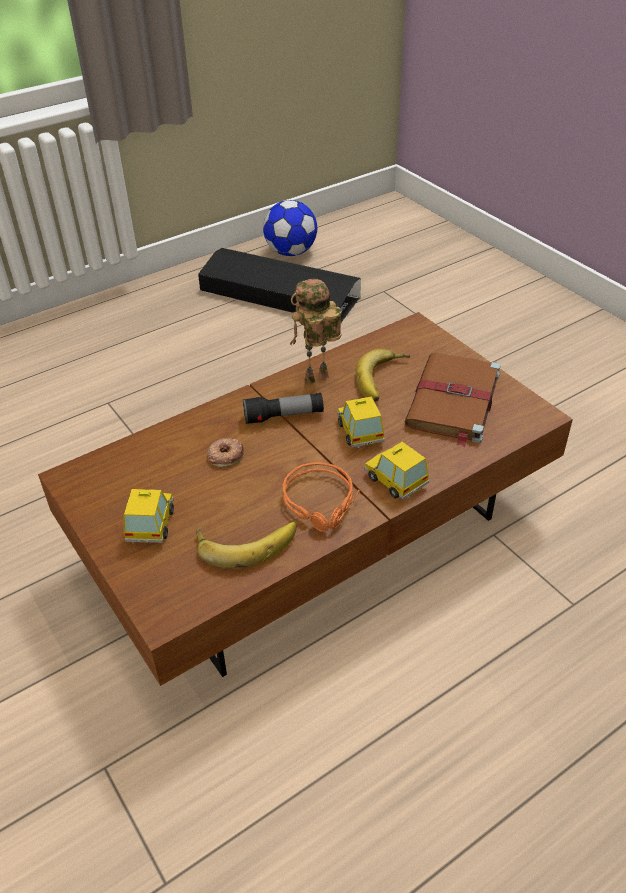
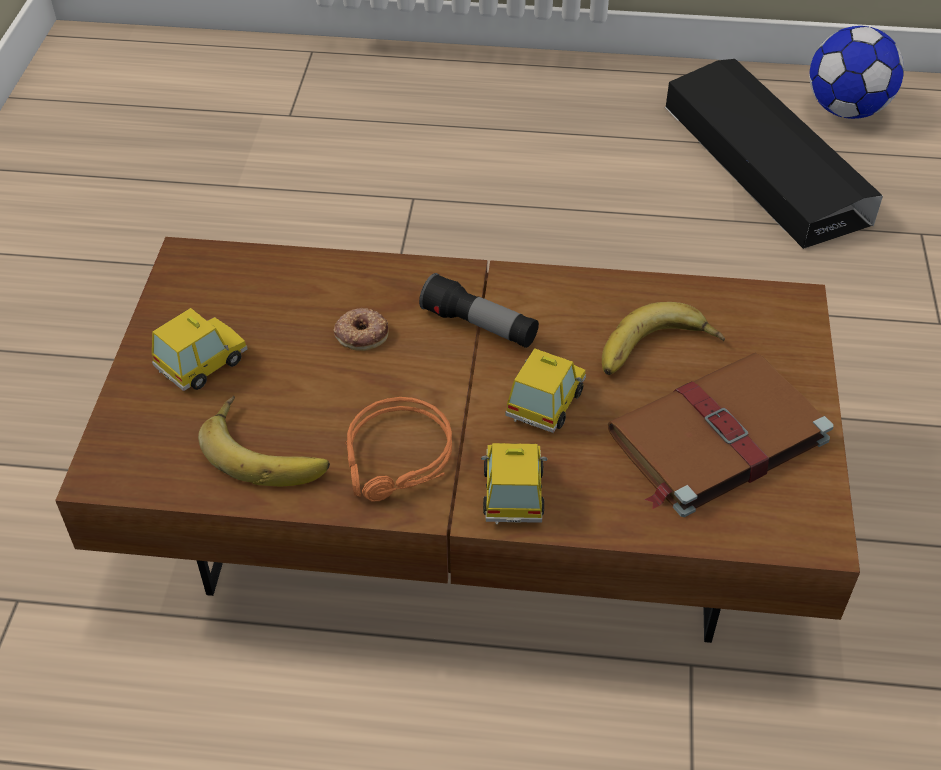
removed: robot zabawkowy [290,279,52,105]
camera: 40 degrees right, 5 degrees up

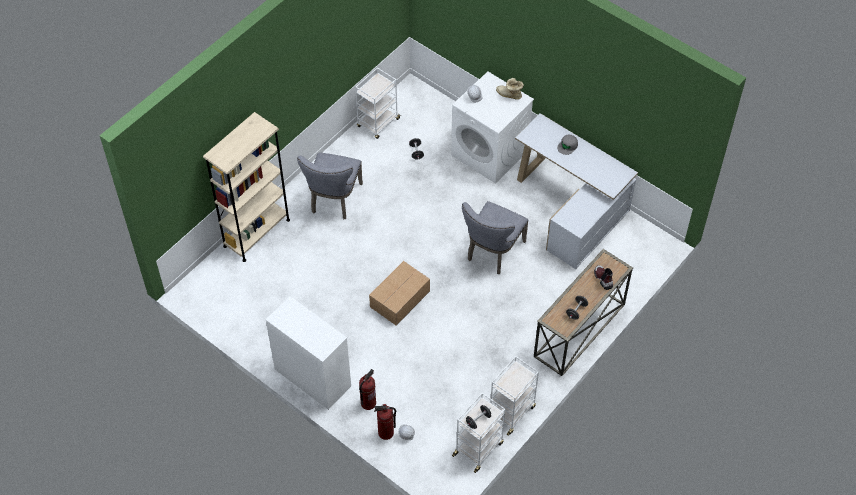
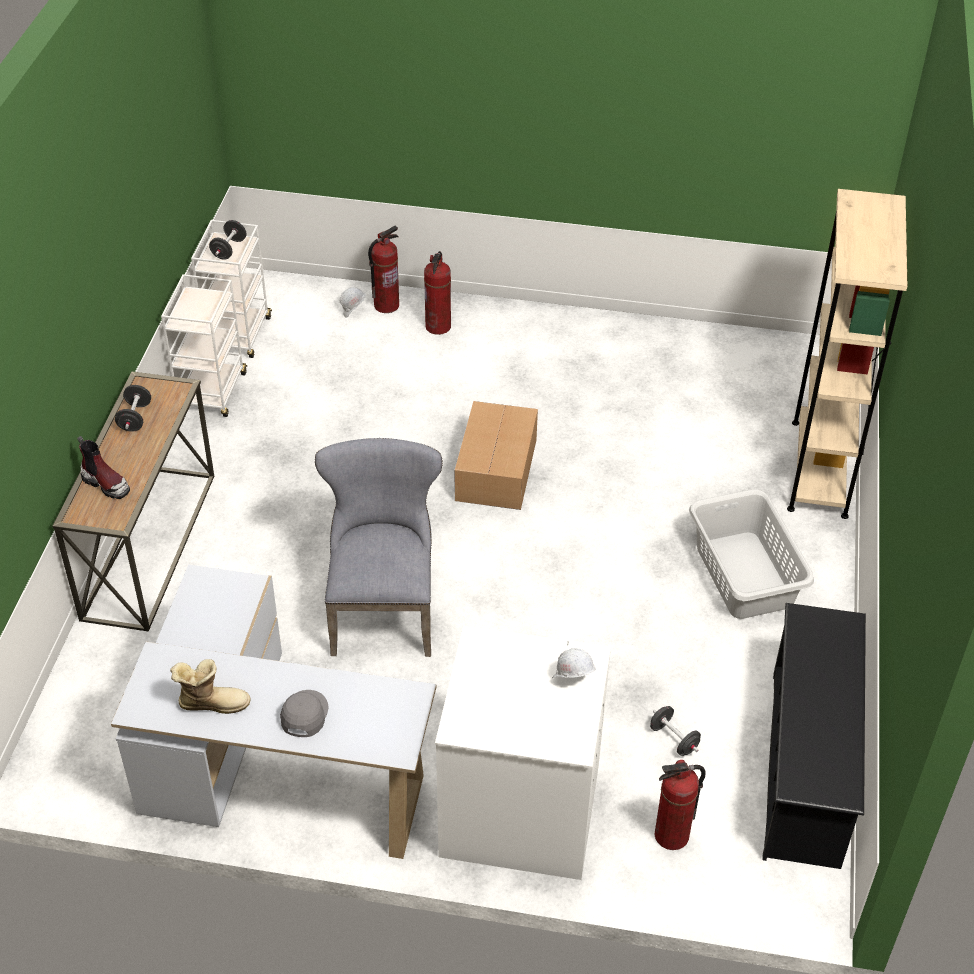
removed: komoda (biały) [266,296,85,114]
added: gaśnica [654,760,52,90]
moved: but z cholewką [496,78,28,22] to [170,659,80,55]
replaced: krzesło (szary) [297,152,66,67] to kosz na pranie (szary) [689,489,125,130]; wózek (biały) [355,67,46,72] to regał na buty (czarny) [762,603,104,266]
camera: 150 degrees right, 10 degrees down

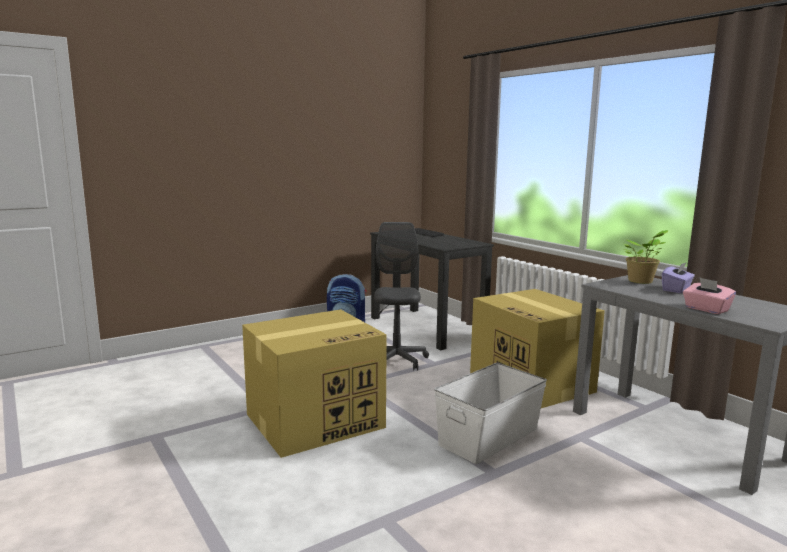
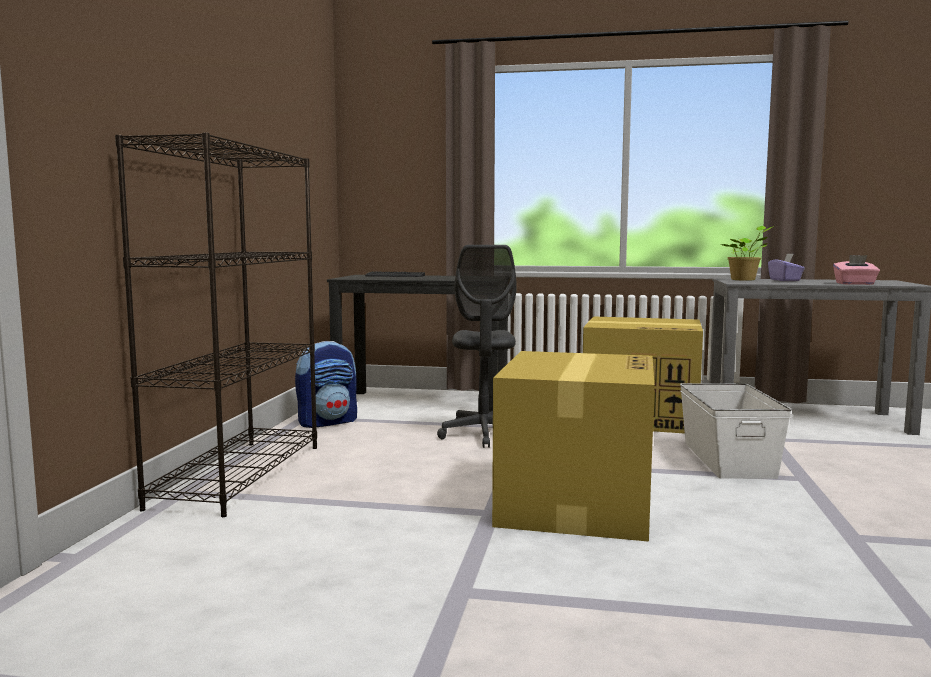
added: regał (czarny) [115,132,202,385]
turned: krzesło biurowe (szary) [374,222,55,148] = [437,245,80,203] 135 degrees counterclockwise
camera: 45 degrees left, 5 degrees down

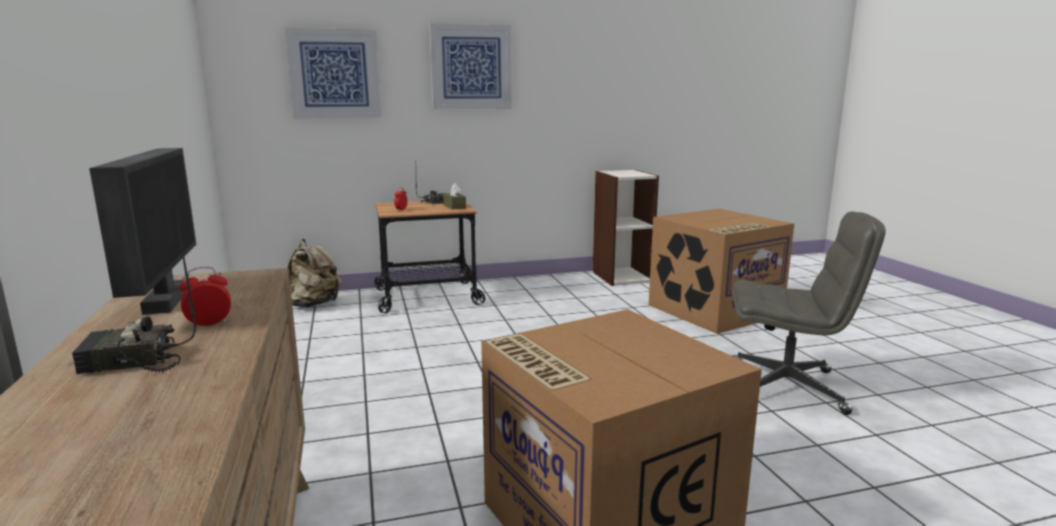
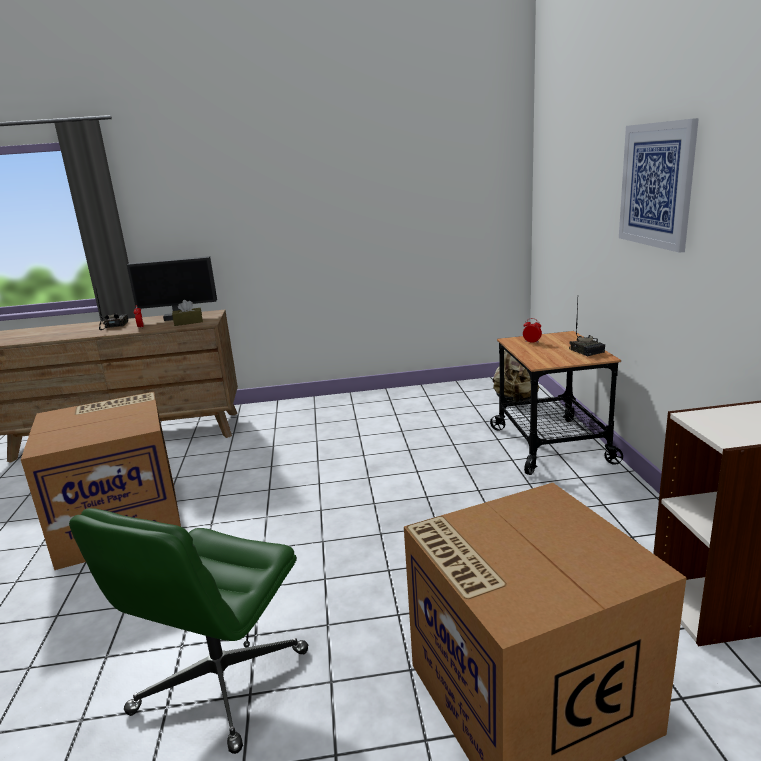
removed: obraz [285,28,96,90]
moved: pudełko chusteczek (brązowy) [443,184,23,26] to [172,300,31,26]
recoloured: krzesło biurowe (szary) [732,211,154,204] to krzesło biurowe (zielony) [69,508,239,246]
camera: 100 degrees right, 5 degrees up

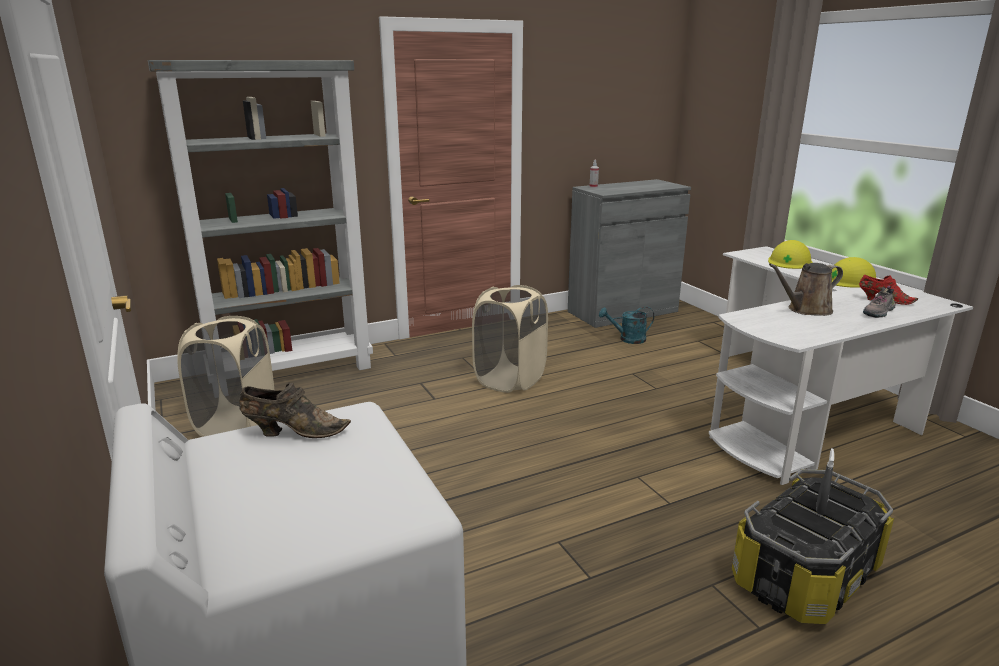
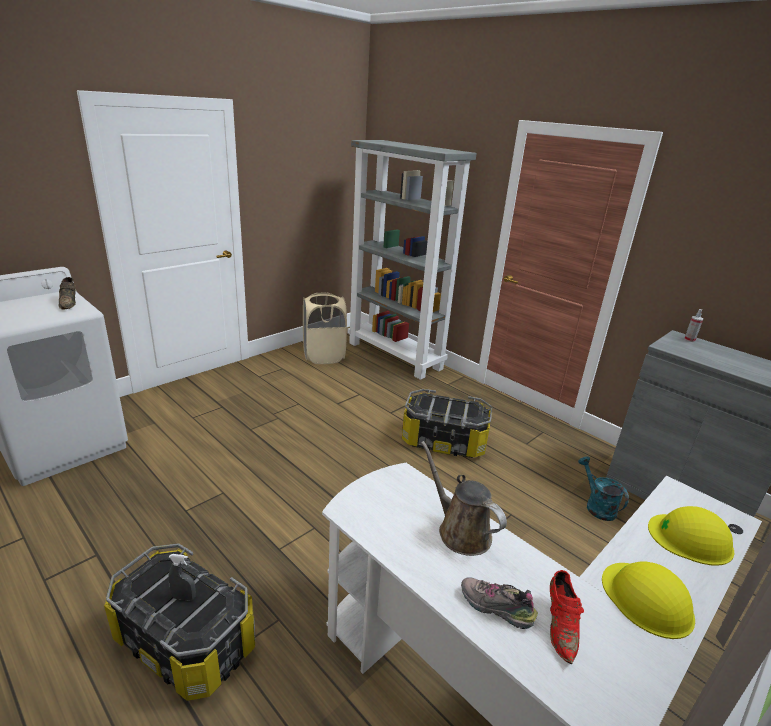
replaced: kosz na pranie (beżowy) [472,285,76,108] to pojemnik do przechowywania [402,389,90,69]
camera: 70 degrees right, 5 degrees up

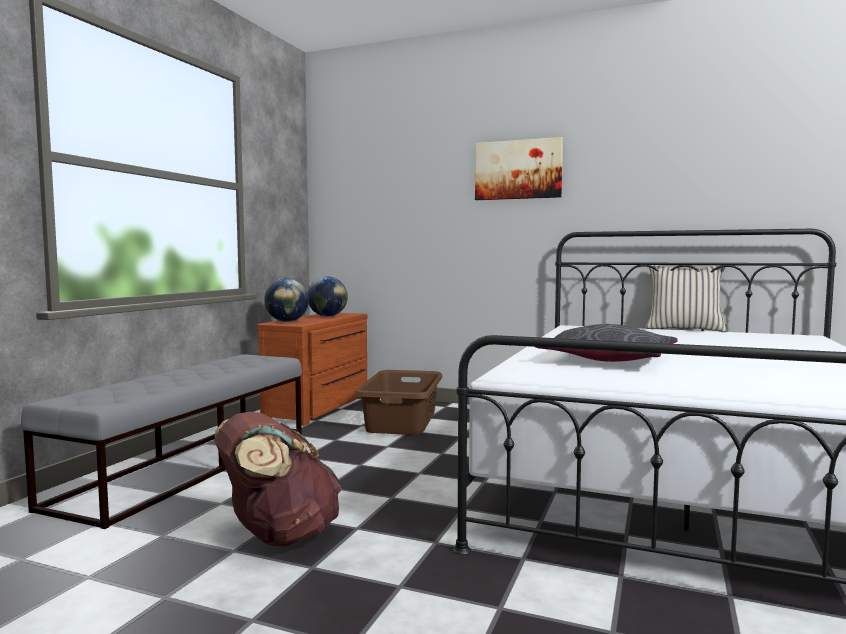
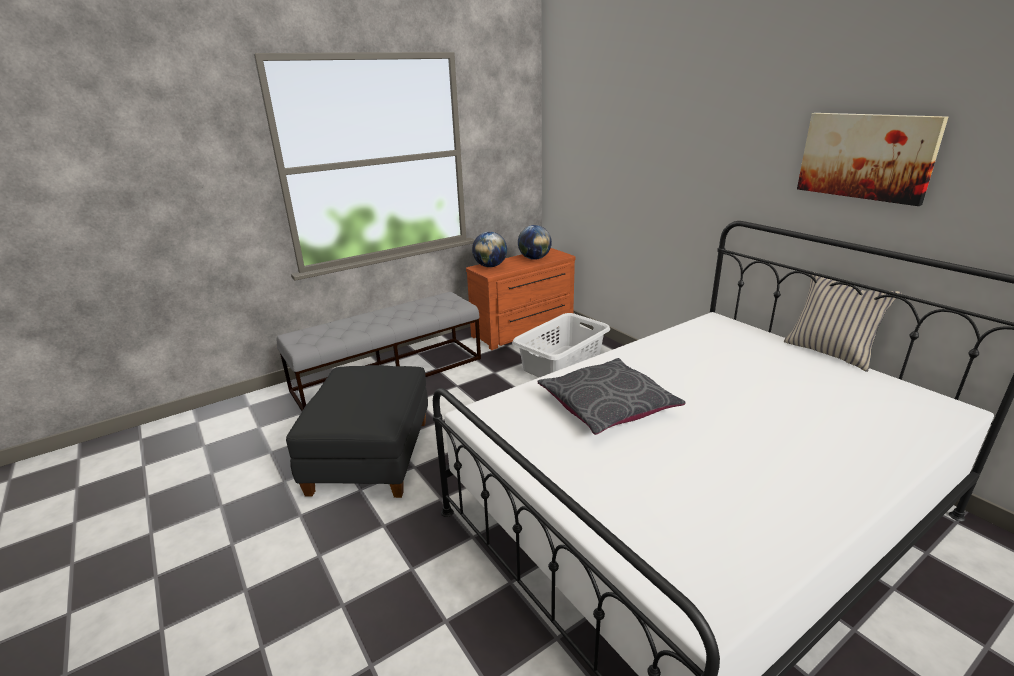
moved: obraz [475,137,88,63] to [797,113,151,93]
replaced: plecak (brązowy) [215,412,127,134] to pufa (czarny) [286,365,142,133]
recoloured: kosz na pranie (brązowy) [355,370,87,65] to kosz na pranie (szary) [512,313,98,64]
camera: 35 degrees right, 20 degrees up

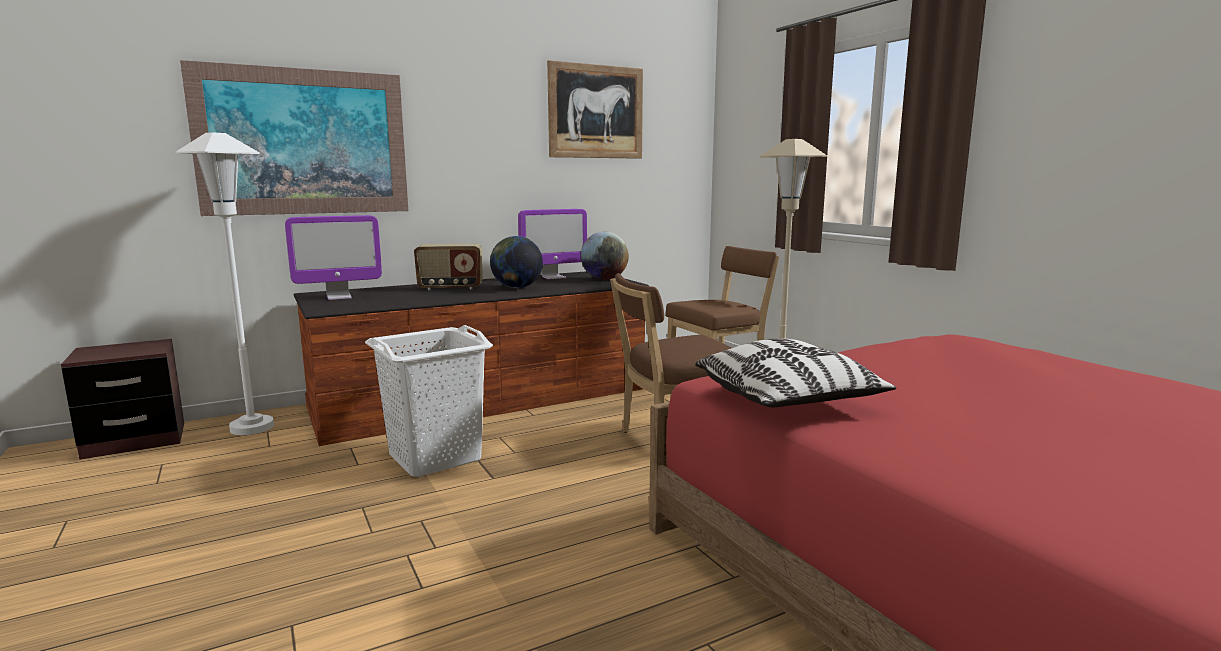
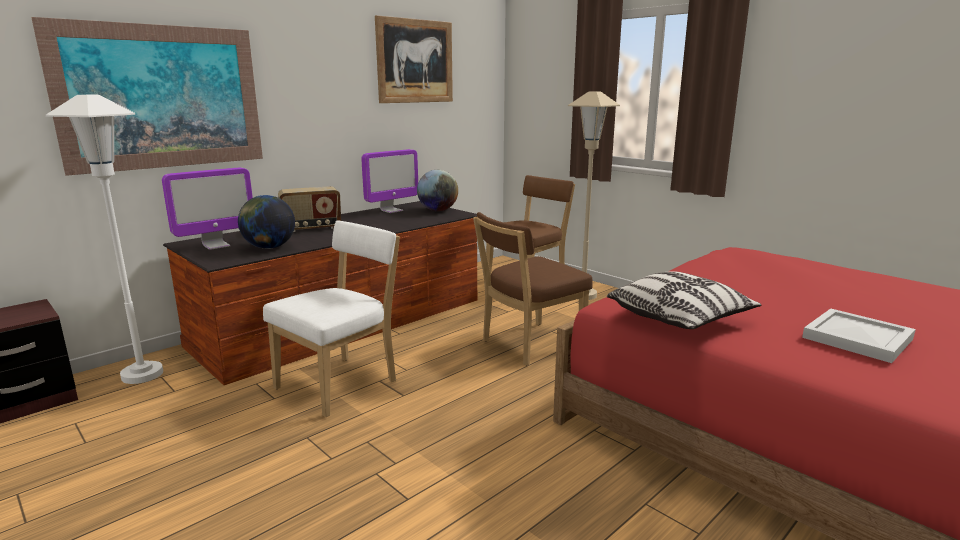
added: taca (biały) [802,309,114,54]
moved: globus [490,236,53,52] to [238,195,57,54]
replaced: kosz na pranie (biały) [365,325,128,152] to krzesło (biały) [263,221,137,196]
camera: 15 degrees left, 5 degrees up

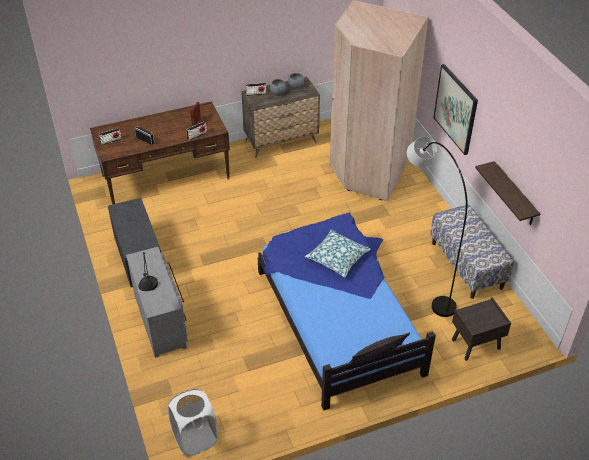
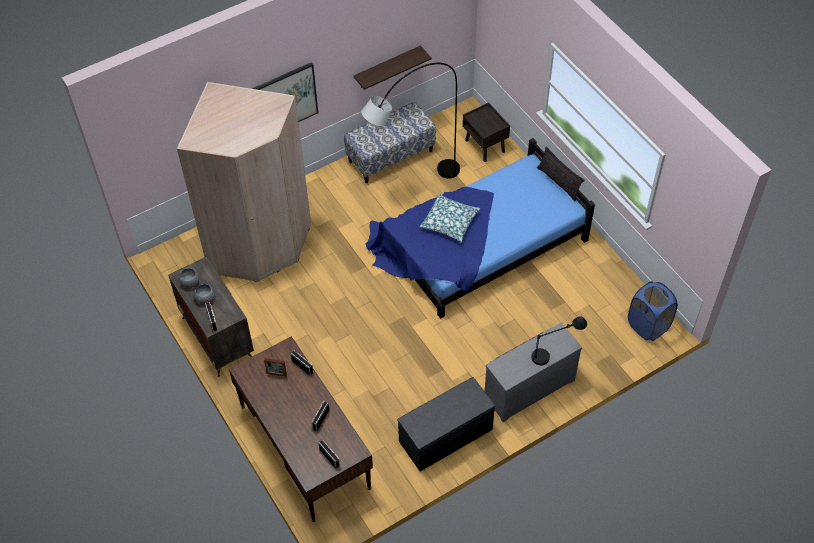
recoloured: kosz na pranie (biały) [167,389,51,67] to kosz na pranie (niebieski) [628,281,50,60]
camera: 100 degrees left, 10 degrees up

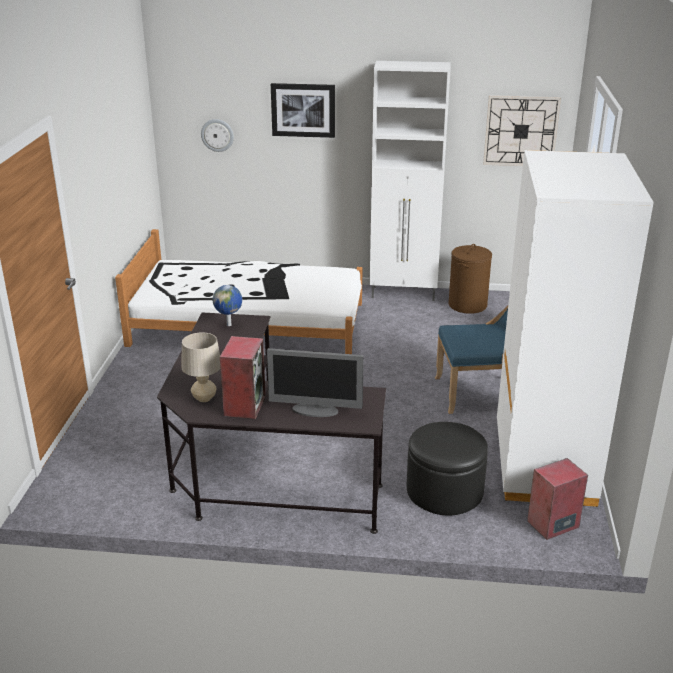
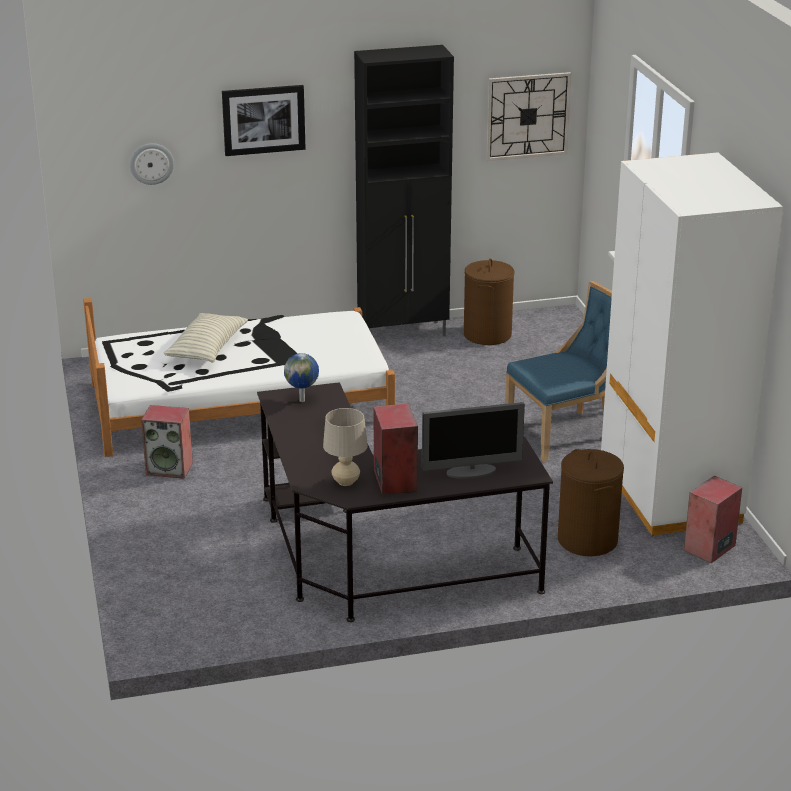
added: głośnik [141,405,52,74]; poduszka [163,313,85,50]
replaced: pufa (czarny) [407,422,81,93] to kosz na pranie (brązowy) [558,449,66,107]
recoloured: szafka (biały) [370,61,81,240] to szafka (czarny) [354,45,100,291]
camera: 20 degrees left, 0 degrees up

